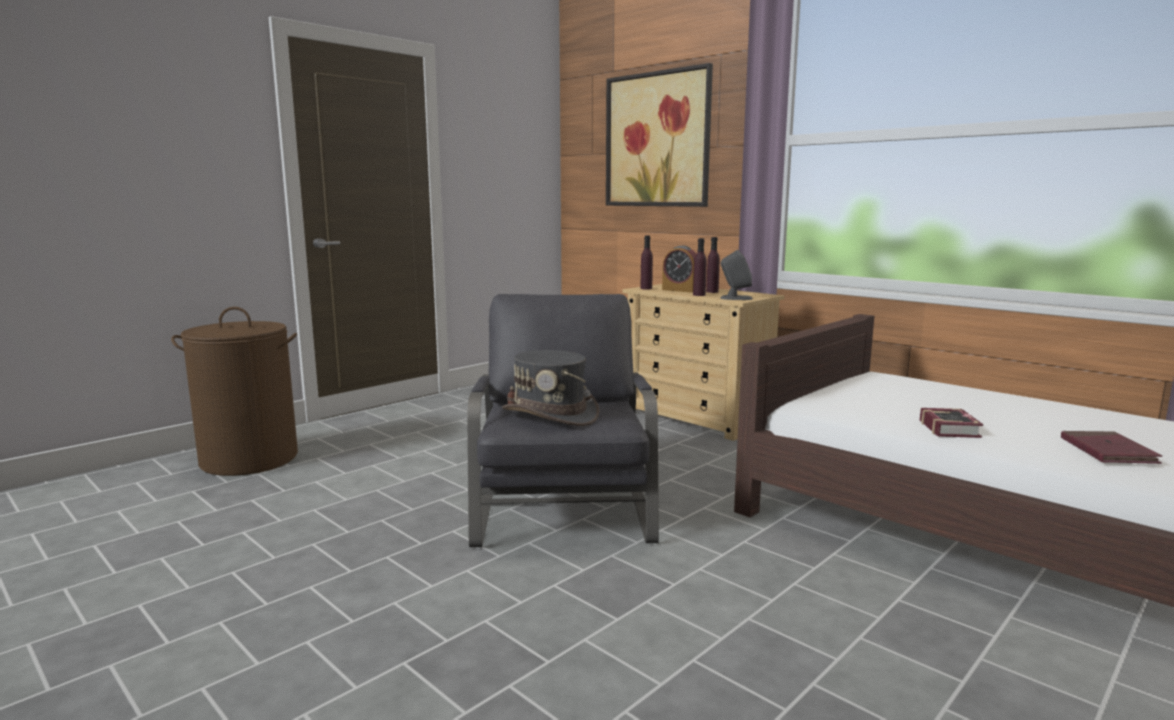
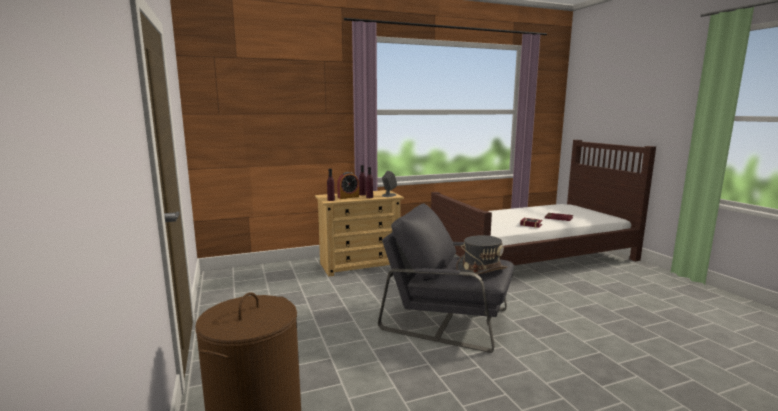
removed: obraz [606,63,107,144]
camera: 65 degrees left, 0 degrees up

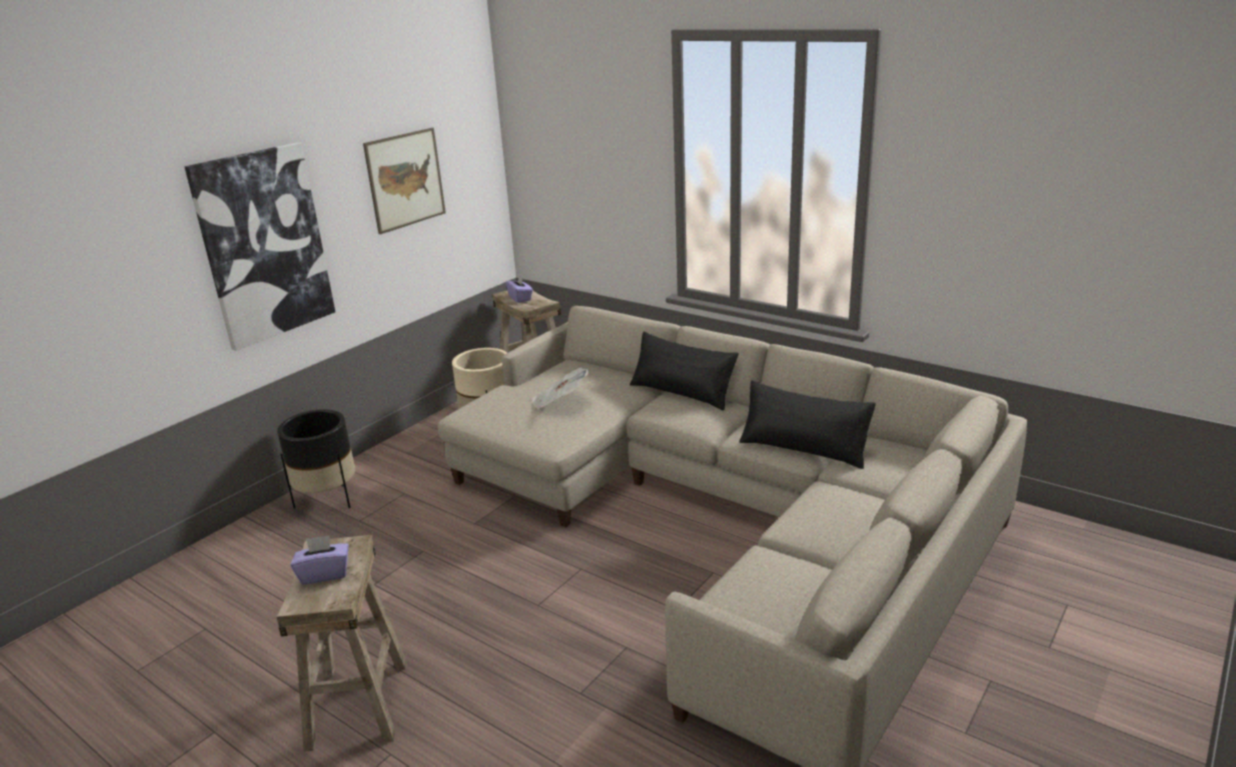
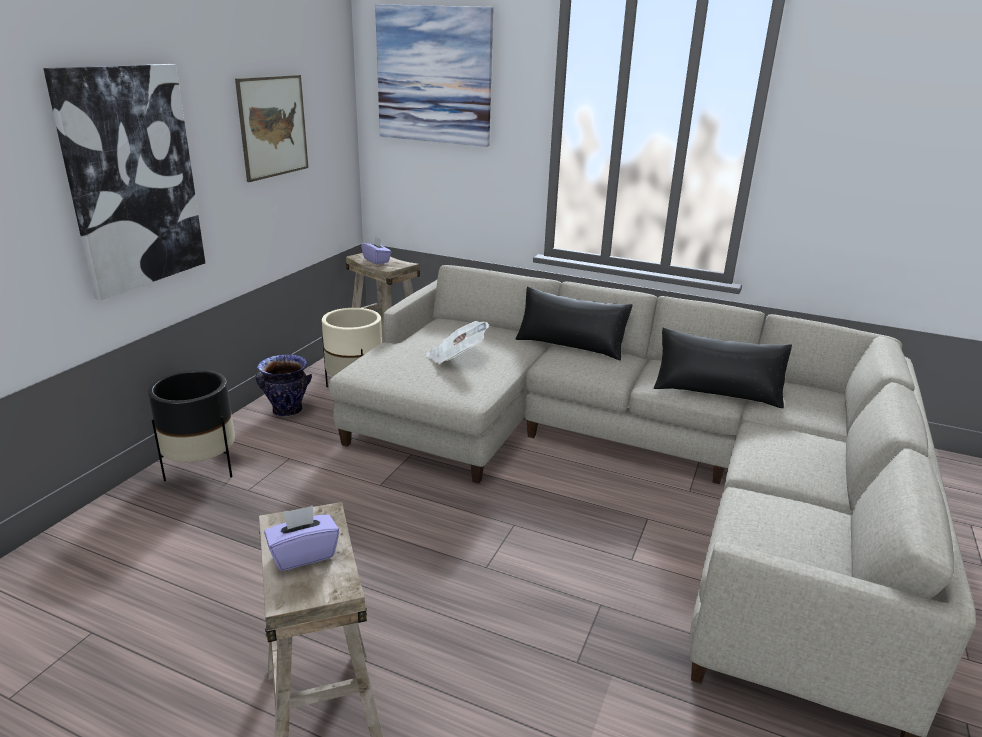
added: wazon [256,354,56,63]; obraz [375,4,118,143]
camera: 15 degrees left, 0 degrees up

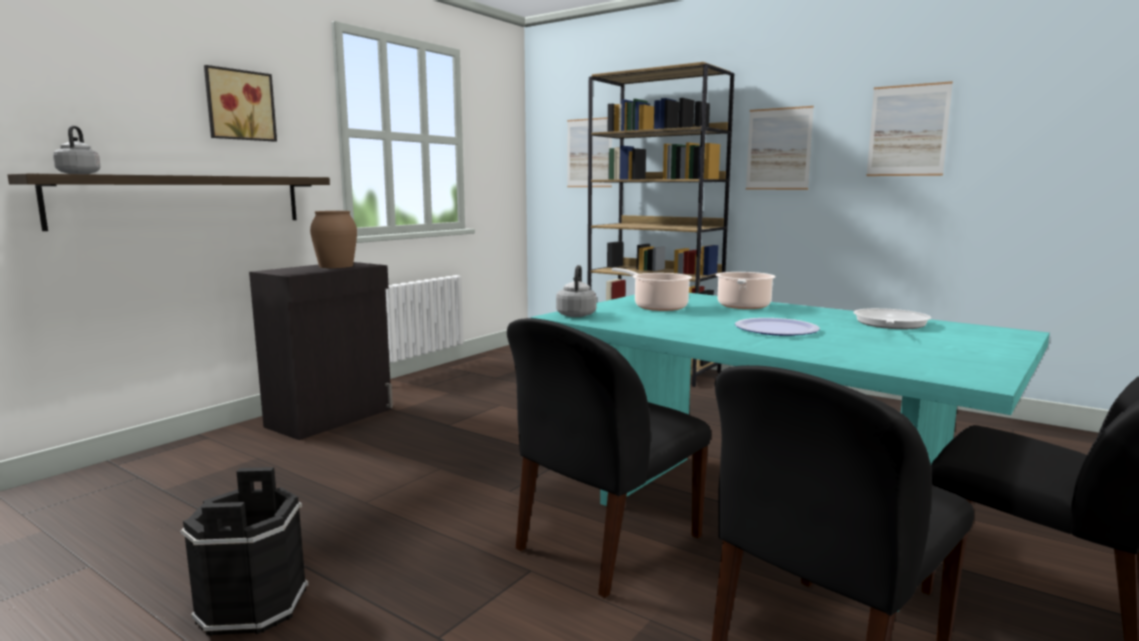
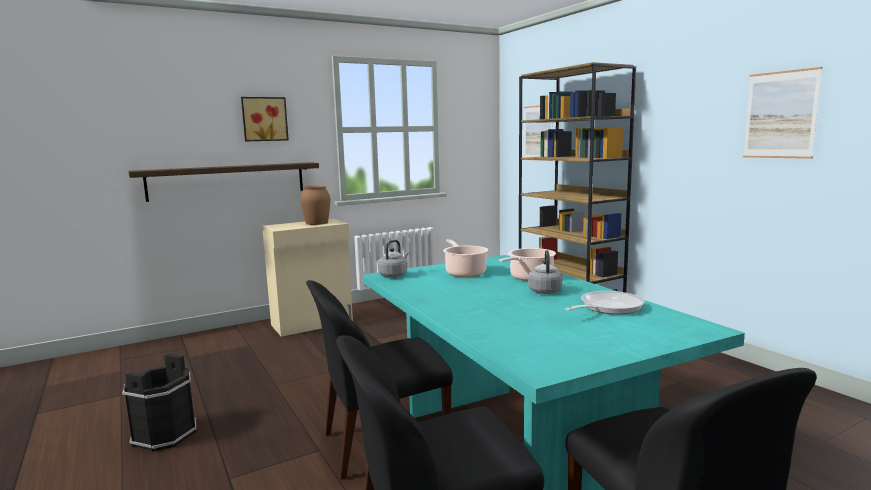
removed: talerz [735,318,85,18]; obraz [746,106,68,84]
moved: czajnik (szary) [53,126,48,48] to [528,250,34,44]
recoloured: szafka (czarny) [249,262,144,178] to szafka (beżowy) [262,219,91,118]
camera: 25 degrees right, 0 degrees up

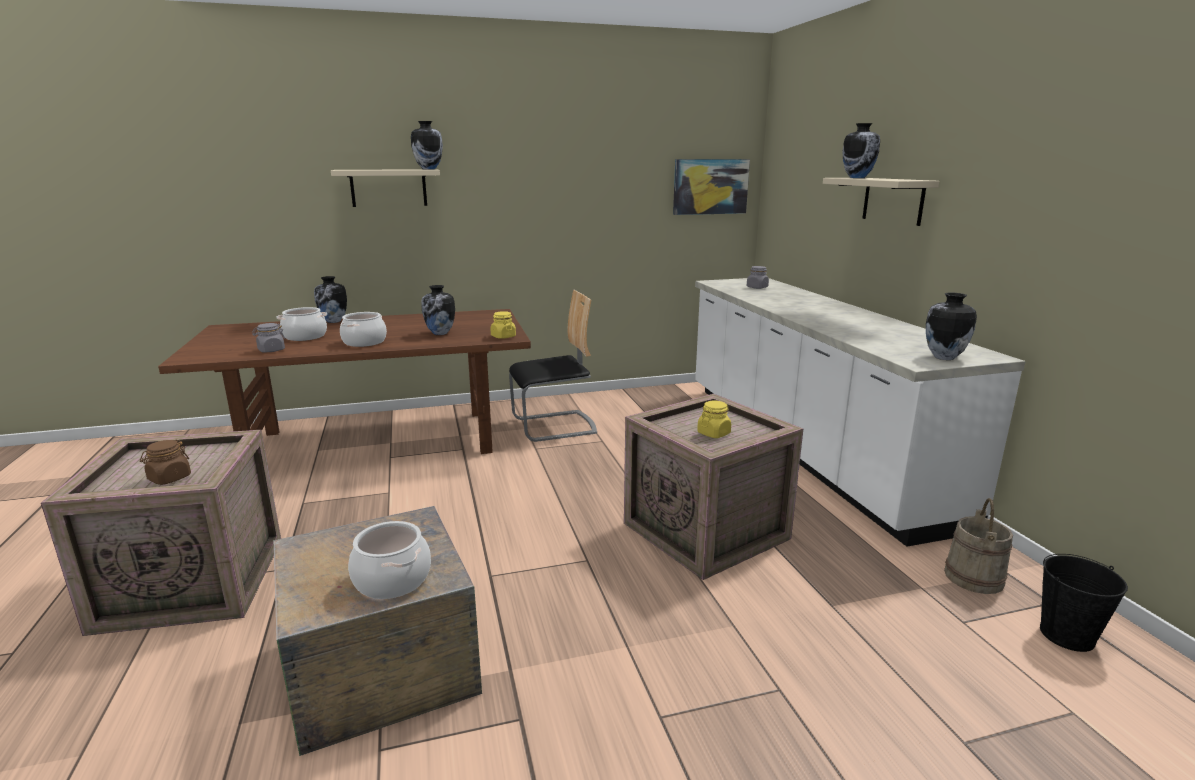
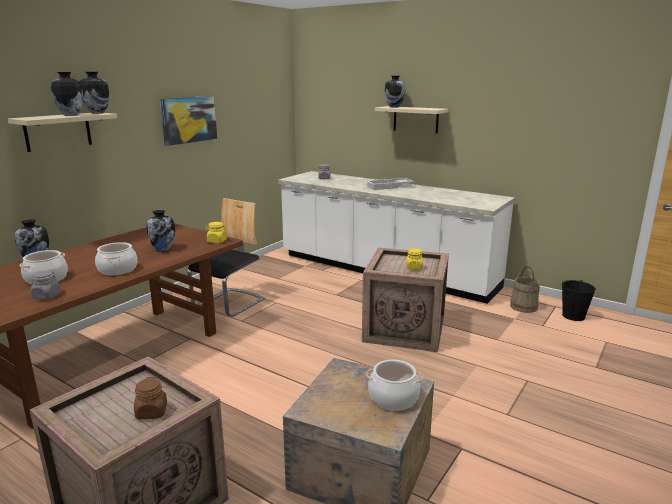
added: taca (biały) [367,178,47,12]
moved: obraz [673,159,77,56] to [160,96,57,50]; wazon [926,293,51,67] to [51,72,32,44]
camera: 40 degrees left, 0 degrees up

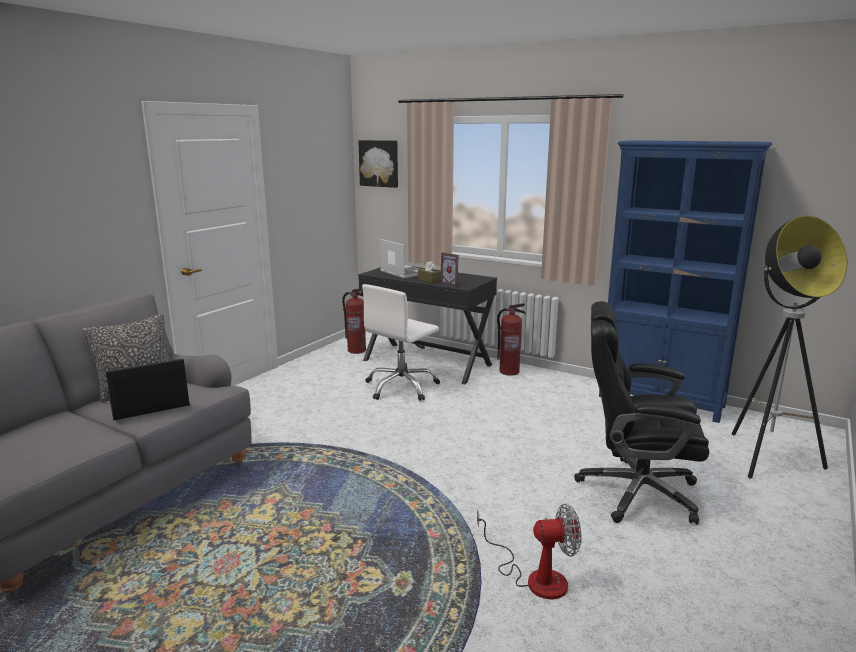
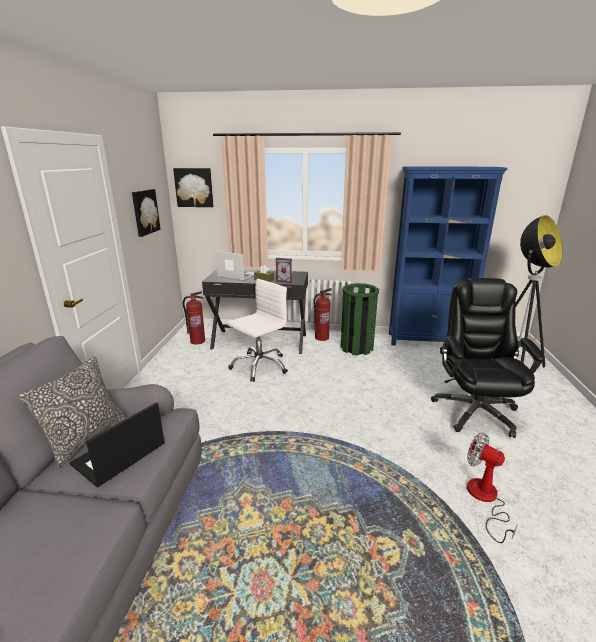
added: obraz [132,189,28,48]; kosz na śmieci (zielony) [340,283,39,73]
turned: krzesło biurowe (biały) [362,284,78,117] = [227,279,61,103] 150 degrees counterclockwise; wentylator [477,504,104,95] = [467,433,51,110] 105 degrees counterclockwise; krzesło biurowe (czarny) [574,301,135,223] = [431,278,114,160] 105 degrees clockwise
camera: 25 degrees left, 5 degrees up

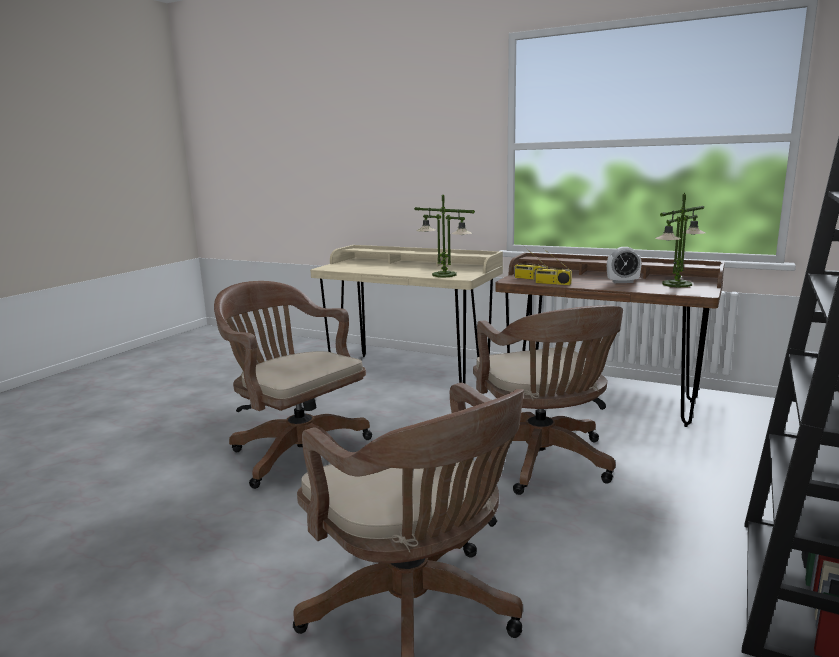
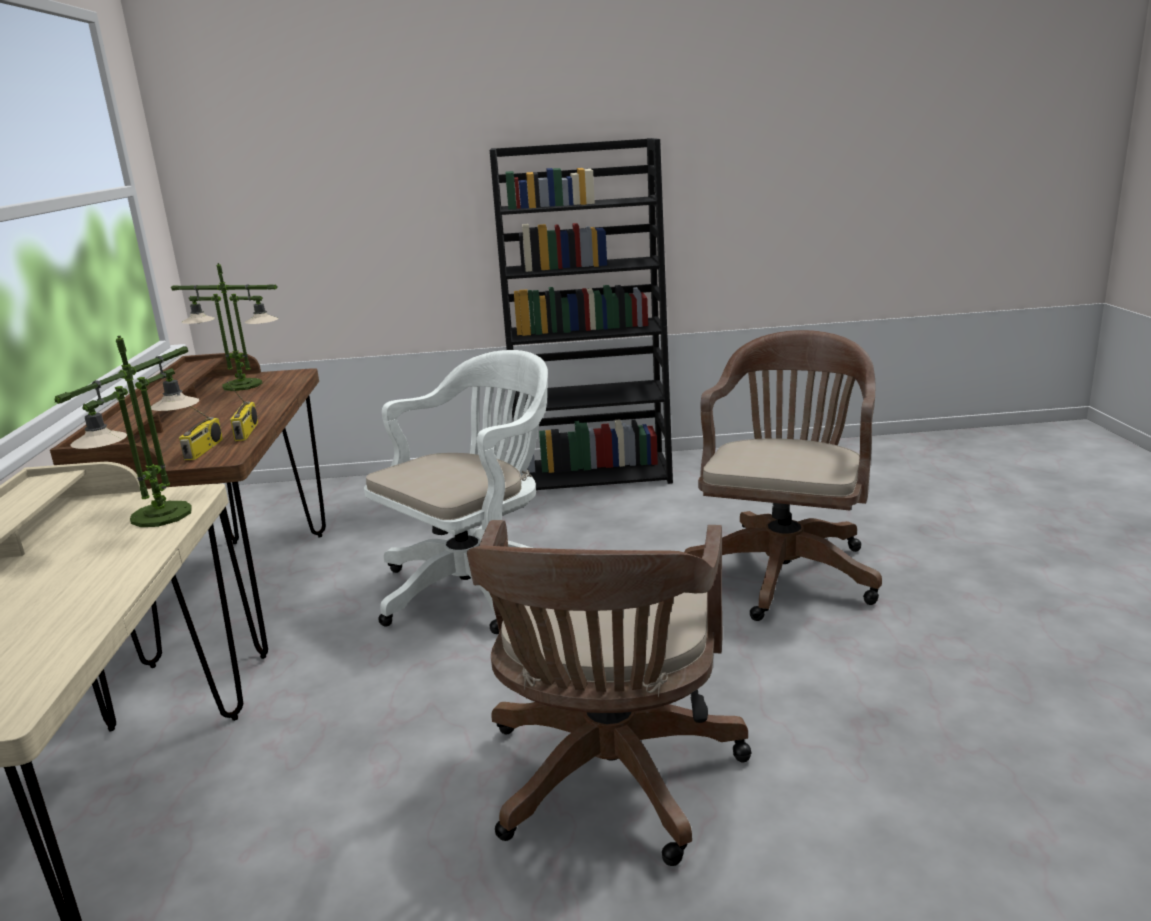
removed: budzik [607,247,35,36]
recoloured: krzesło biurowe (brązowy) [473,305,150,190] to krzesło biurowe (biały) [364,350,184,284]
camera: 120 degrees left, 5 degrees up

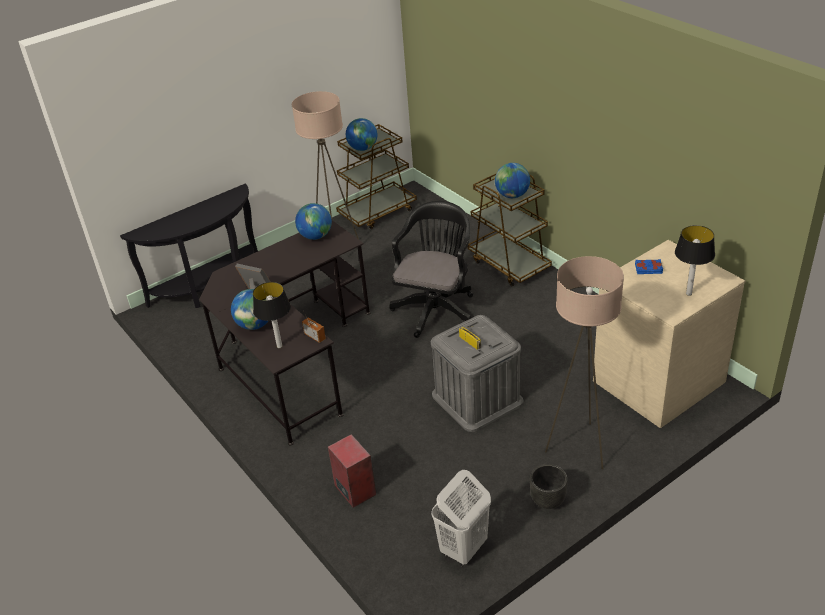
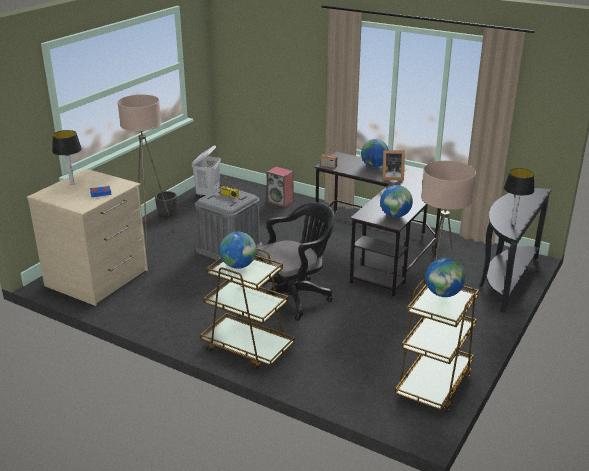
moved: lampa stołowa [253,282,38,66] to [504,168,31,57]
turned: krzesło biurowe (czarny) [389,201,84,137] = [256,202,78,119] 120 degrees counterclockwise
camera: 155 degrees right, 10 degrees down

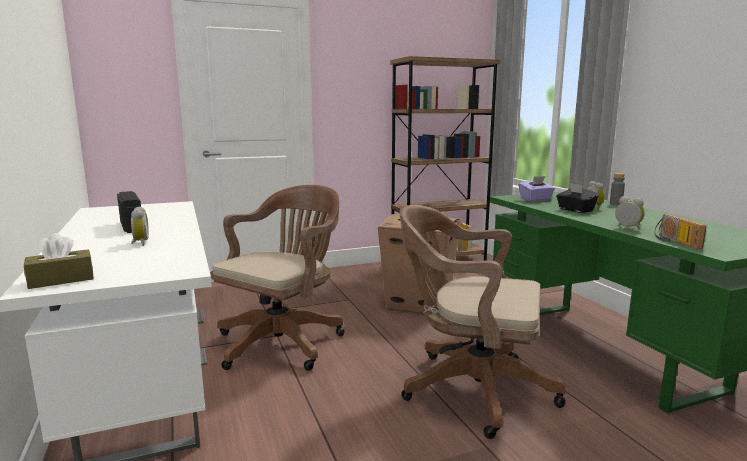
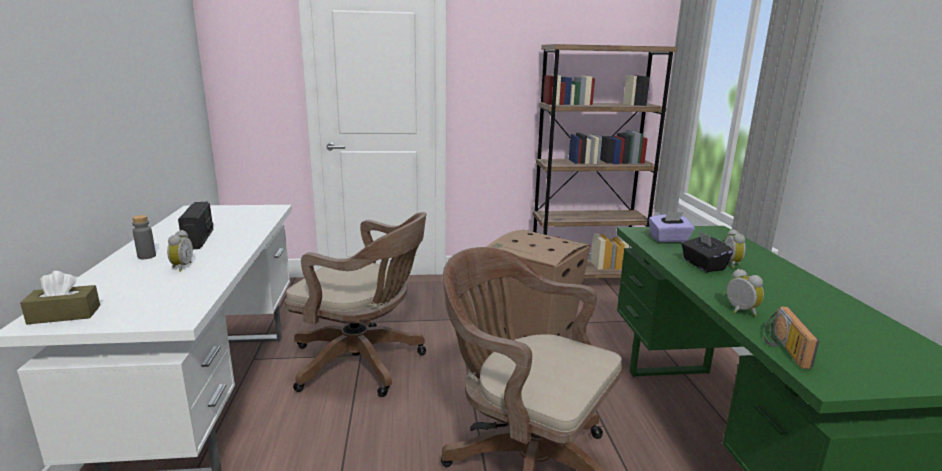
moved: butelka (szary) [610,173,15,32] to [132,215,24,44]
turned: krzesło biurowe (brązowy) [210,185,135,186] = [284,212,142,185] 60 degrees clockwise
camera: 15 degrees right, 5 degrees up

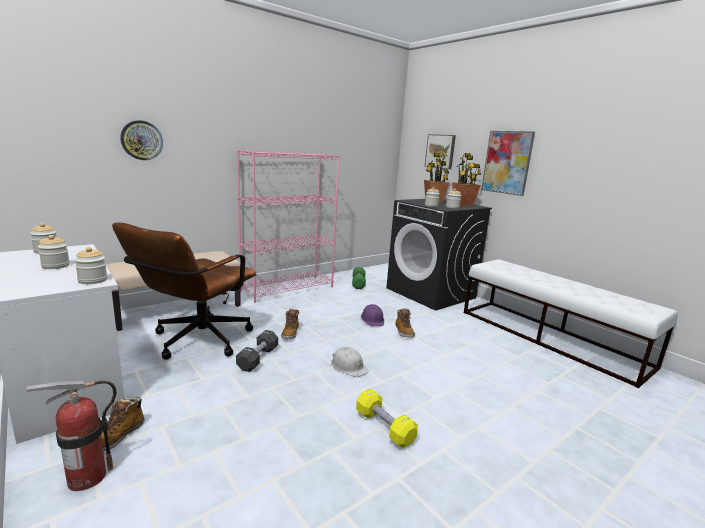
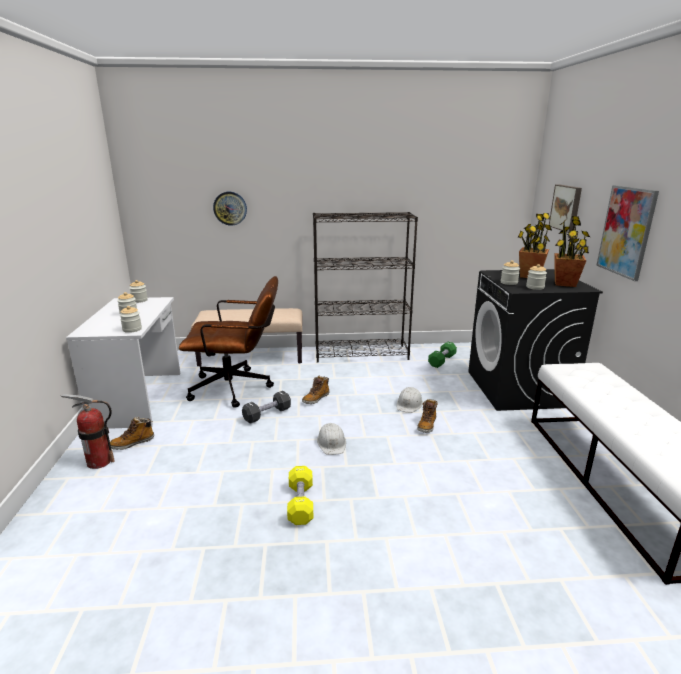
recoloured: regał (różowy) [237,150,103,153] to regał (czarny) [313,212,105,151]; kask (fioletowy) [361,304,23,22] to kask (biały) [397,387,26,26]
turned: krzesło biurowe (brązowy) [112,223,144,137] = [179,276,99,132] 150 degrees counterclockwise
camera: 35 degrees right, 5 degrees up

